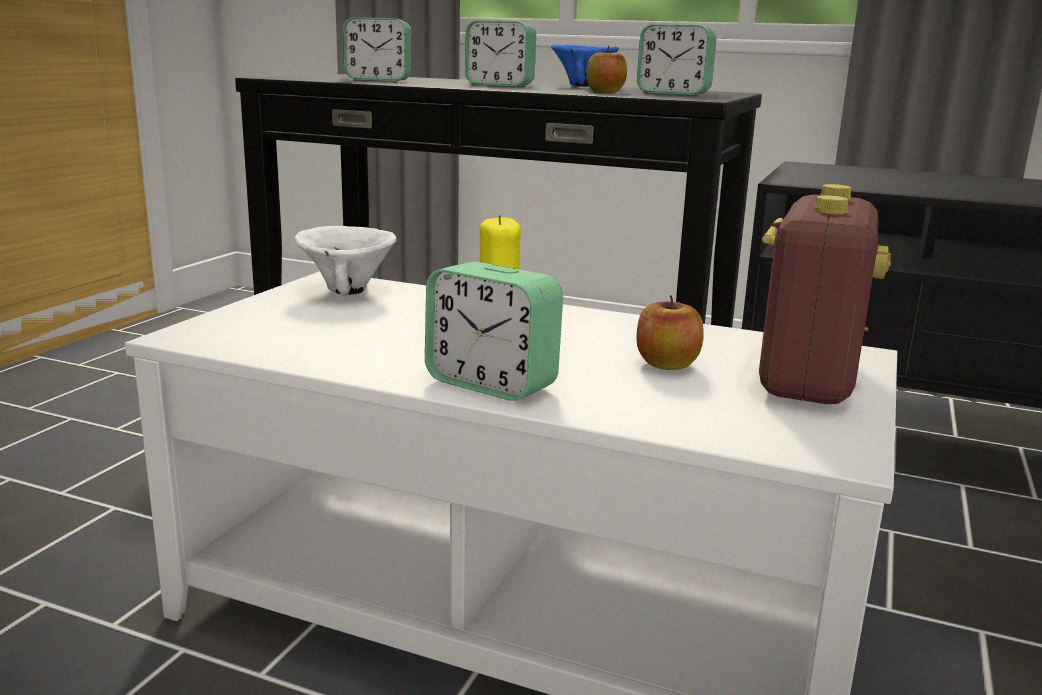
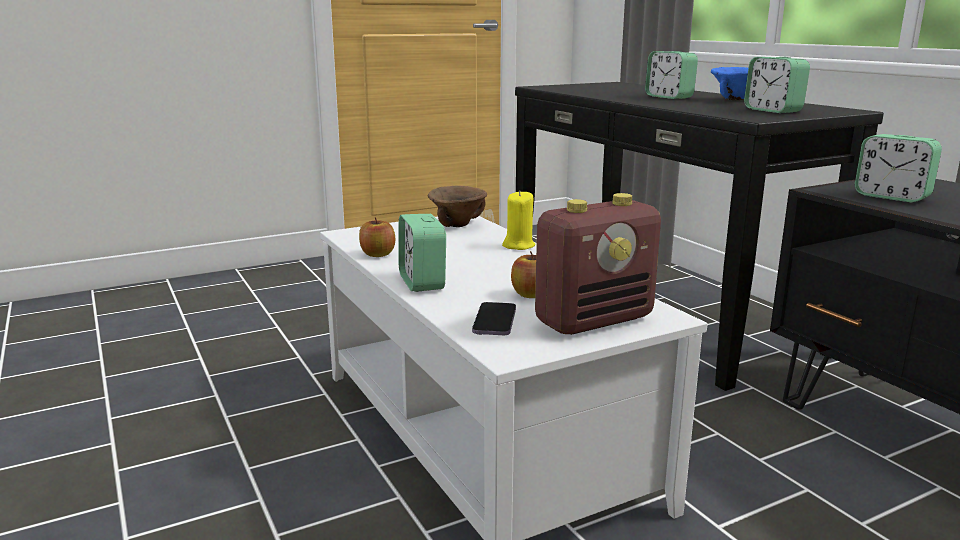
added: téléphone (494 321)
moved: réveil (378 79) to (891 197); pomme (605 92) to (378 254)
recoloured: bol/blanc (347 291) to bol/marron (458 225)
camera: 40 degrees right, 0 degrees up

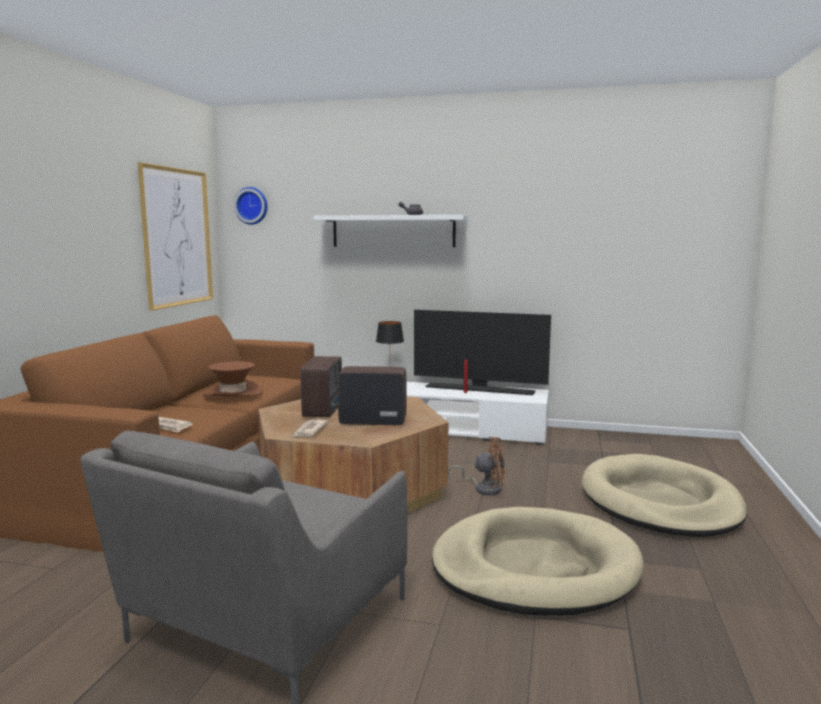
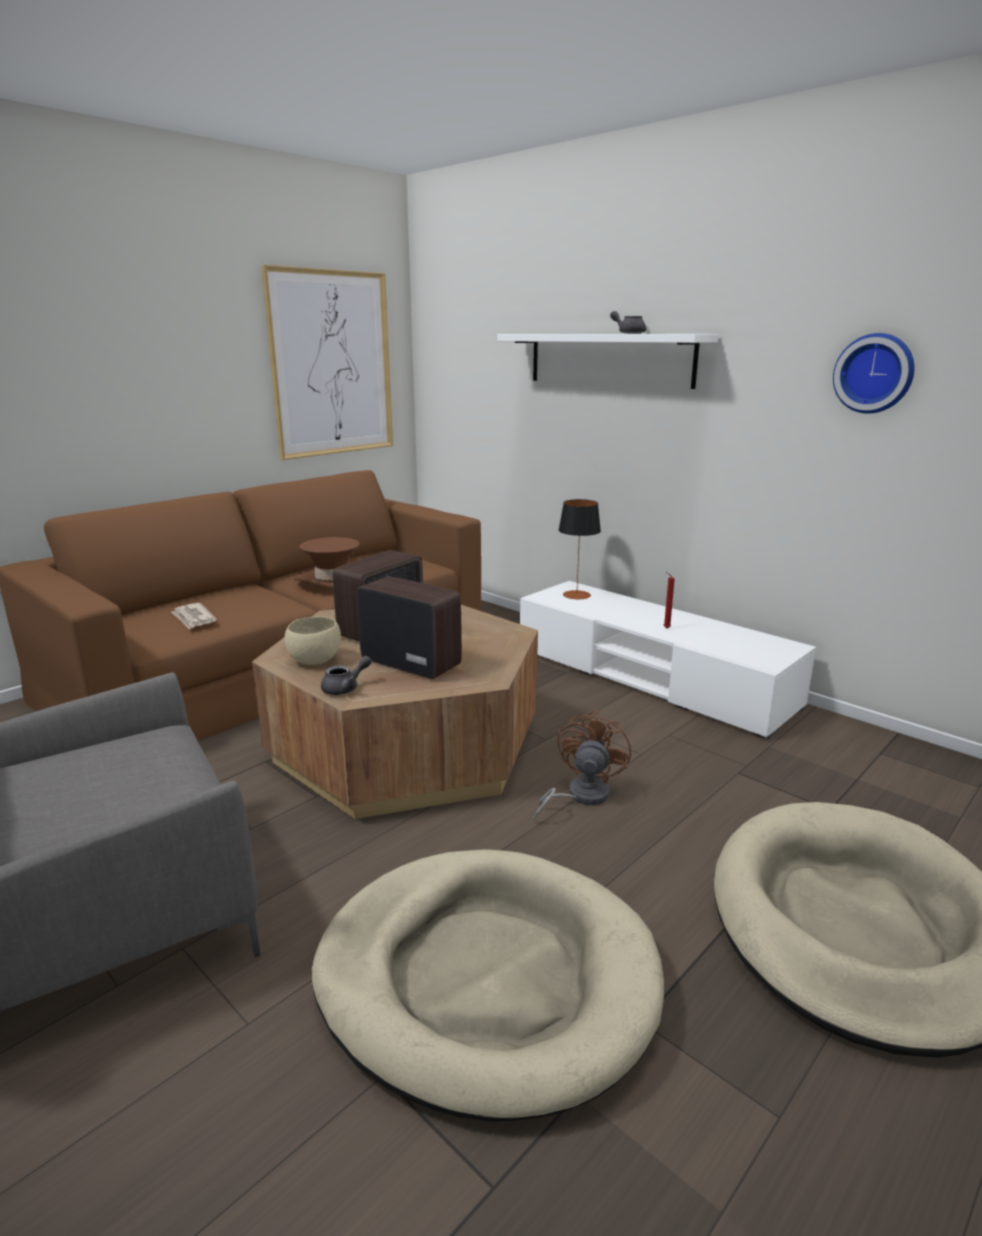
removed: téléviseur (480 389)
added: théière/gris (345 688)
moved: horloge murale (252 206) to (874 373)
replaced: journal (309 430) to bol/beige (315 661)
turned: ventilateur/marron (484 488) = (580 796) 105 degrees counterclockwise
camera: 30 degrees right, 10 degrees up

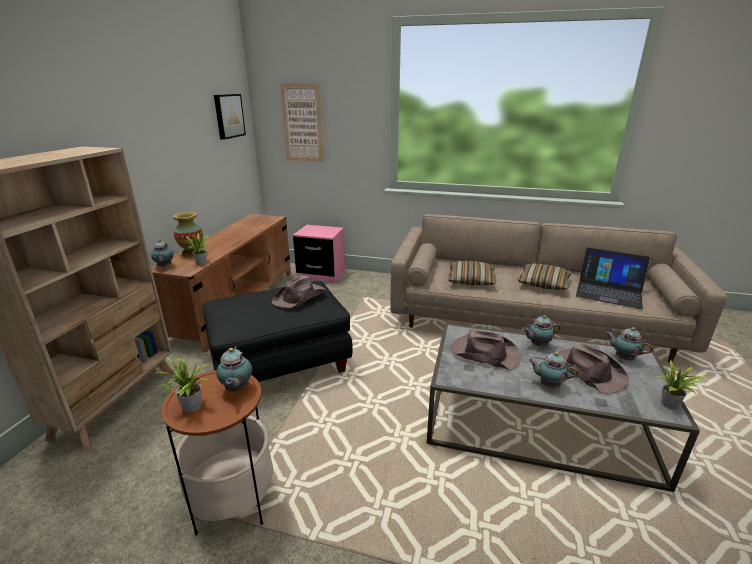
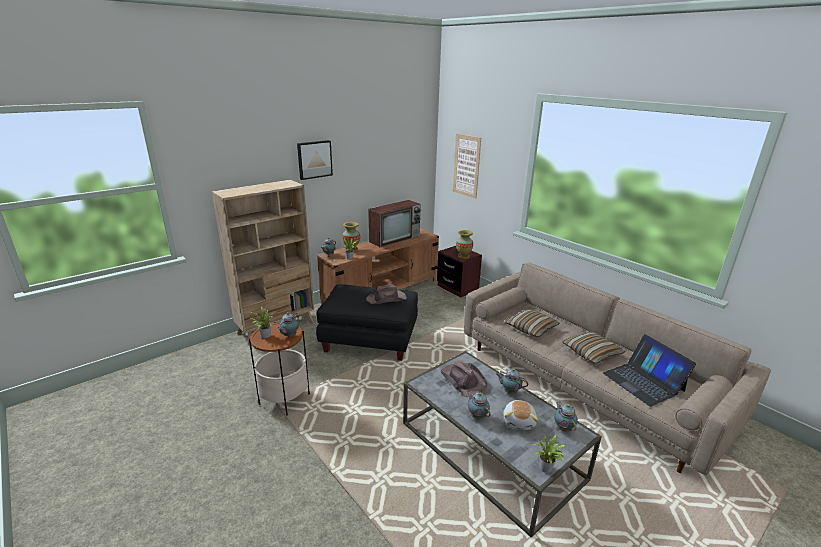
added: téléviseur (395 238); vase (463 256)
moved: tableau (228 116) to (314 159)
replaced: chapeau/marron (587 370) to peluche (519 422)
recoloured: table de chevet/rose (321 274) to table de chevet/marron (457 288)
camera: 35 degrees right, 0 degrees up

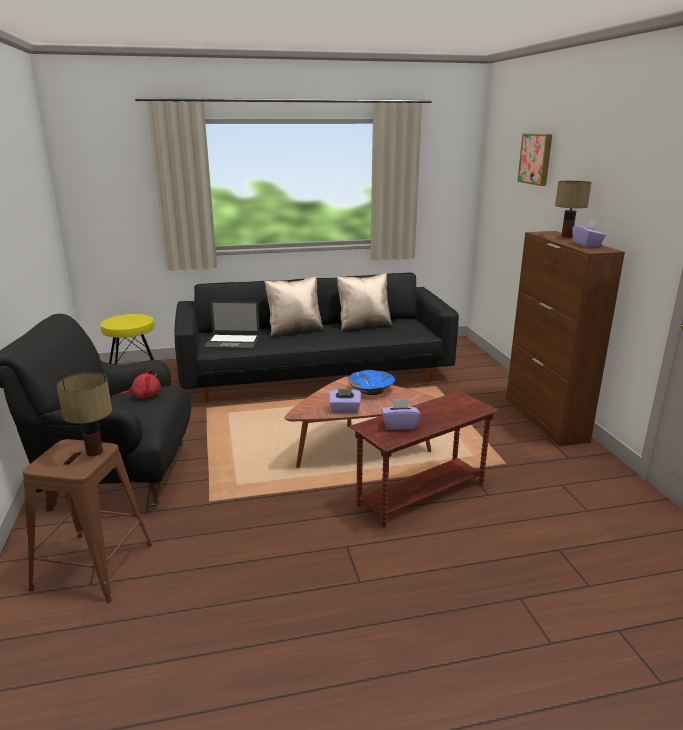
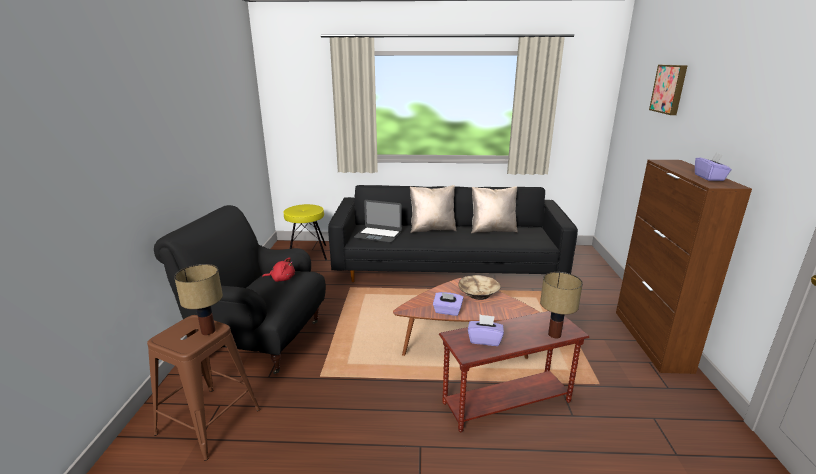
moved: lampe de table (567 236) to (555 335)
recoloured: bol/bleu (371 389) to bol/beige (478 294)
camera: 15 degrees right, 0 degrees up

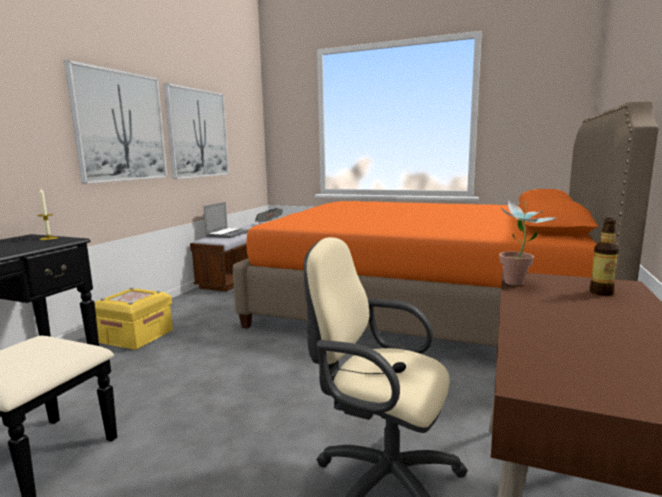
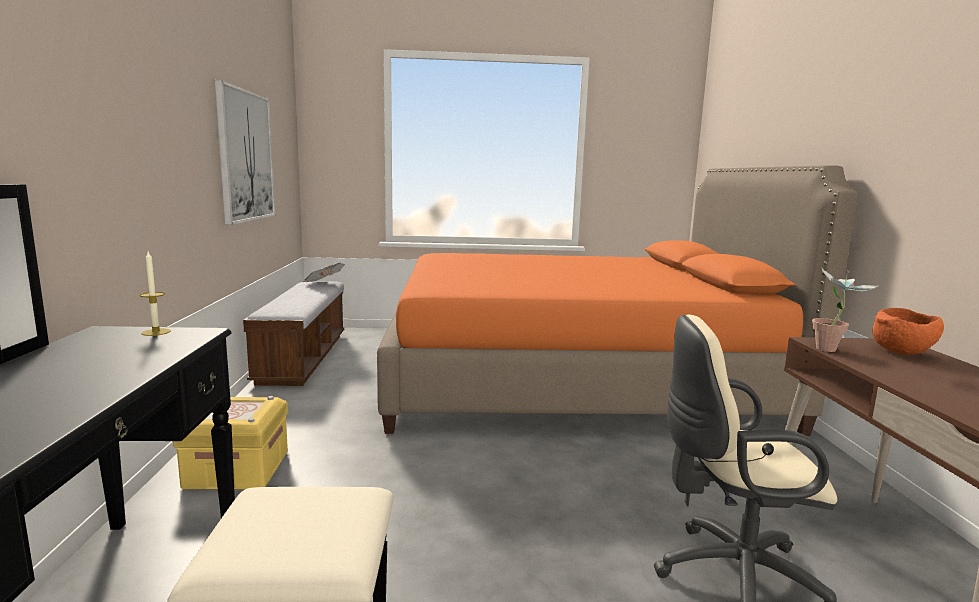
removed: tableau (120 126); ordinateur portable (228 234)
replaced: bouteille (601 292) to bol/orange (902 352)
camera: 25 degrees left, 0 degrees up

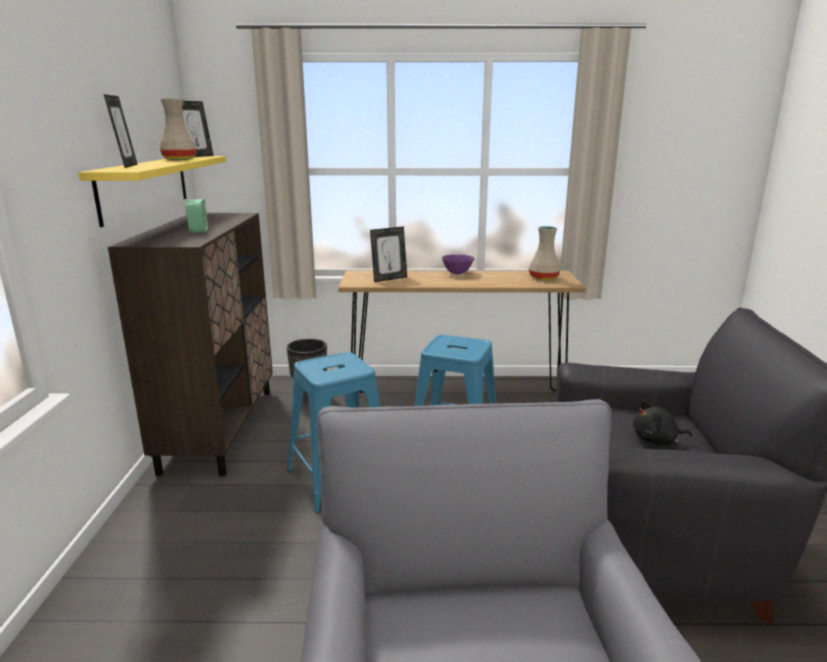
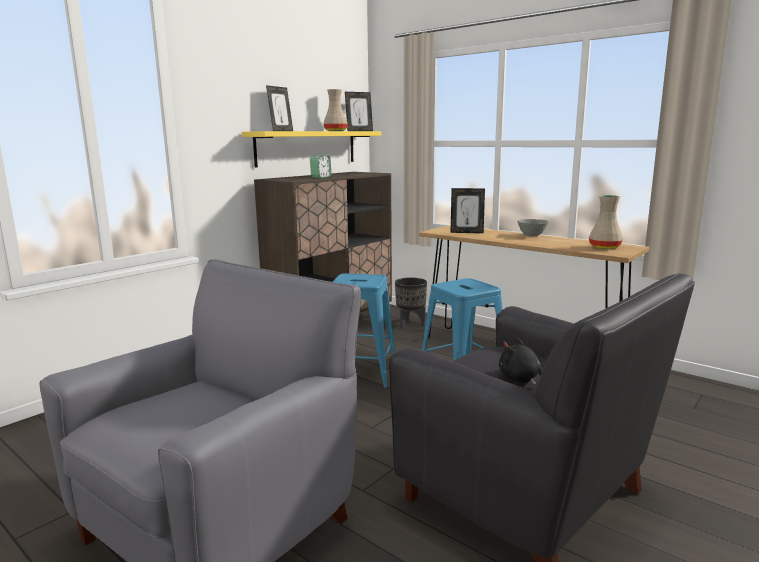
recoloured: bol/violet (458 273) to bol/gris (532 236)
camera: 40 degrees right, 5 degrees down

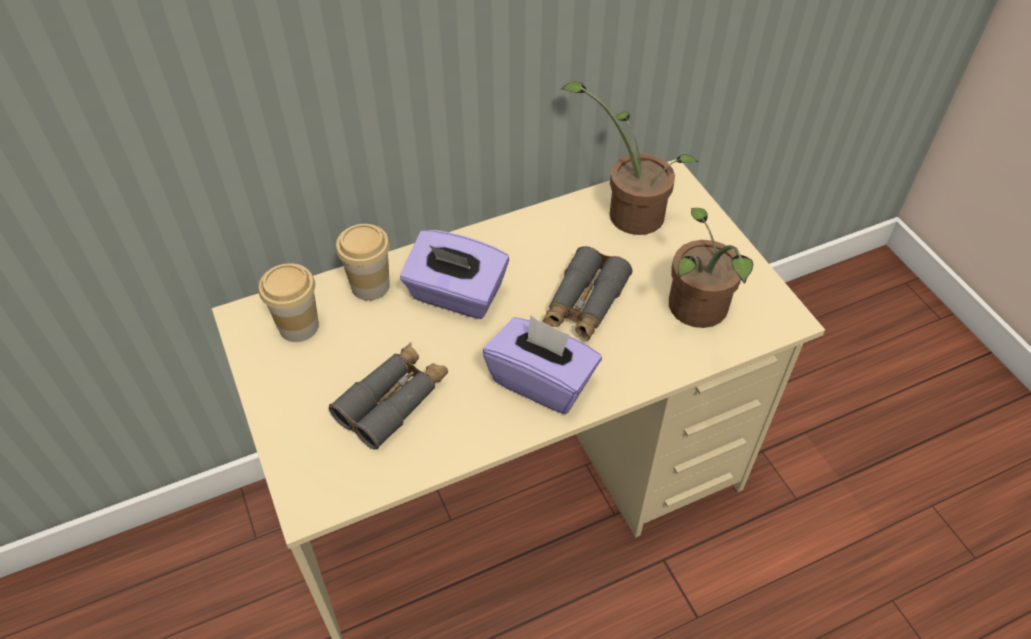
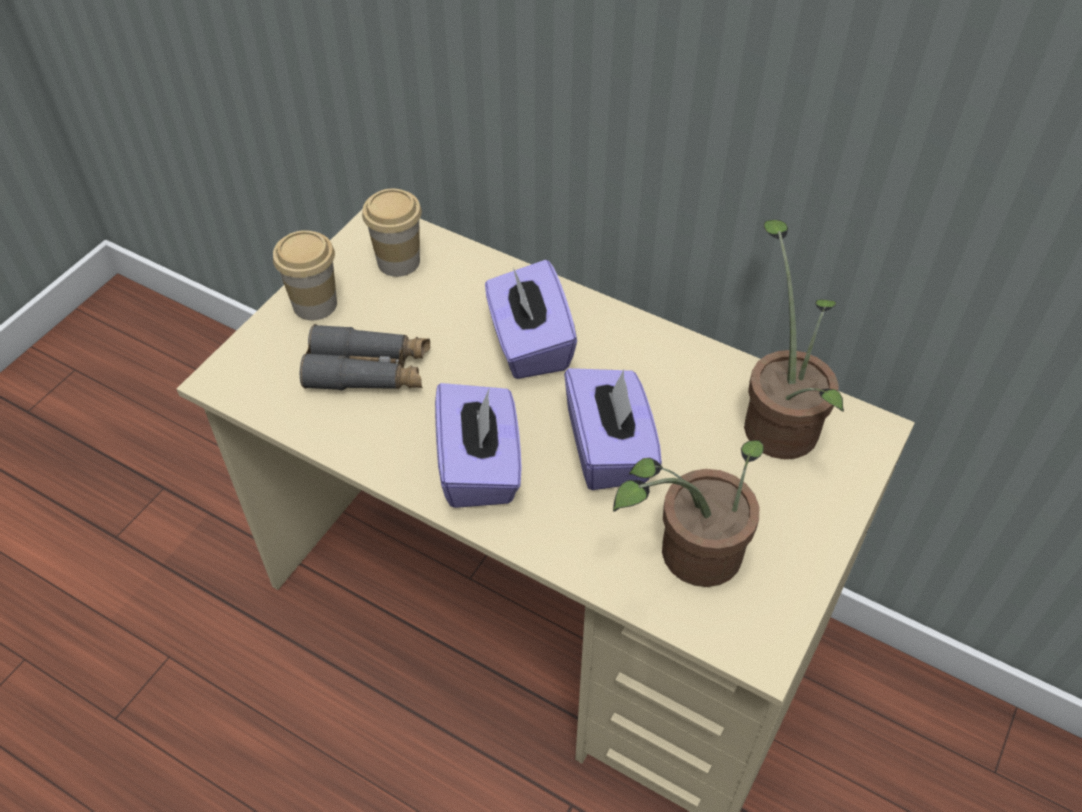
moved: tasse (370 286) to (315 304)
replaced: jumelles/gris (584 304) to boîte à mouchoirs/violet (609 450)
camera: 55 degrees right, 0 degrees up

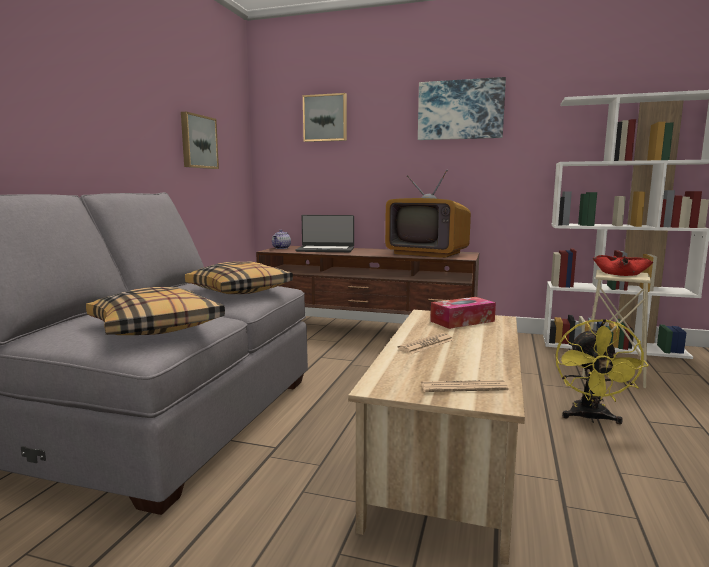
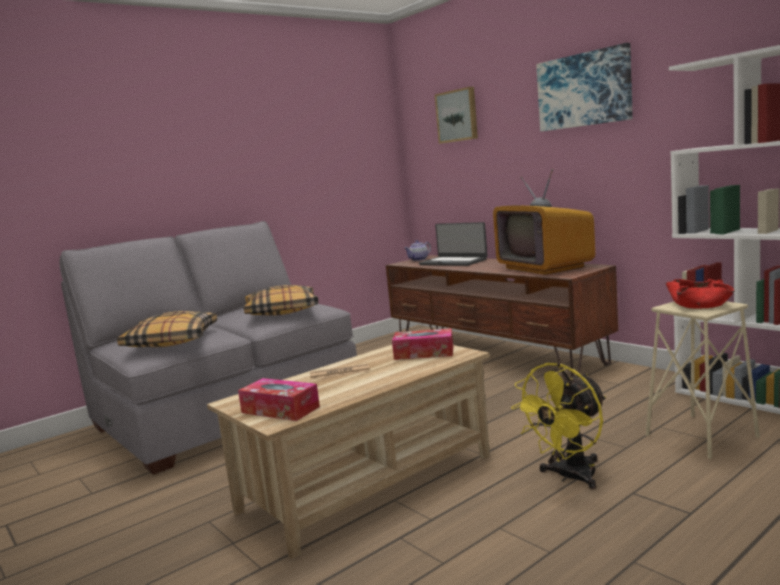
removed: tableau (198 142)
replaced: journal (463 387) to boîte à mouchoirs (280 410)
camera: 35 degrees right, 0 degrees up

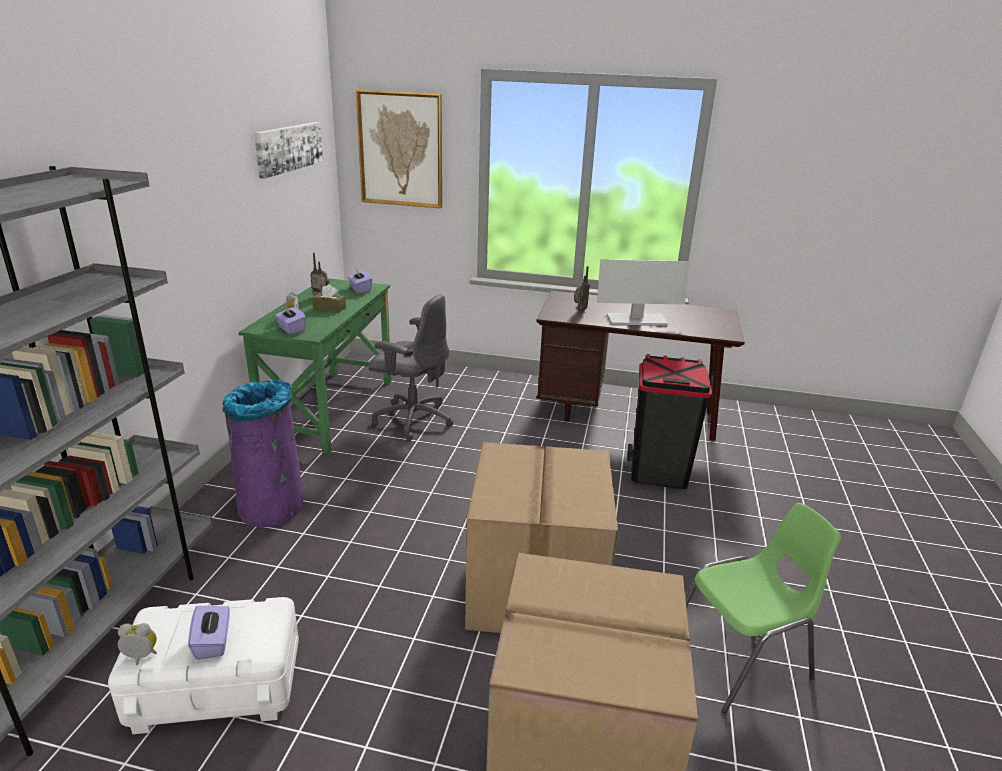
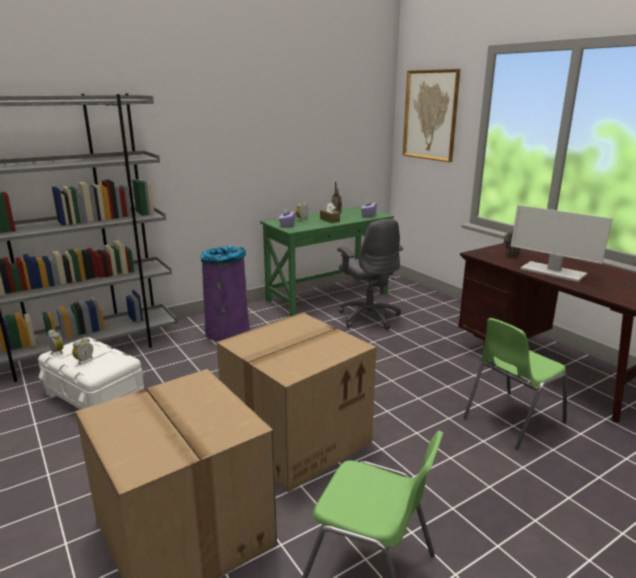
removed: tableau (288 148)
replaced: boîte à mouchoirs/violet (213 642) to réveil (83 360); poubelle/noir (658 473) to chaise/vert (511 420)
camera: 45 degrees right, 5 degrees down

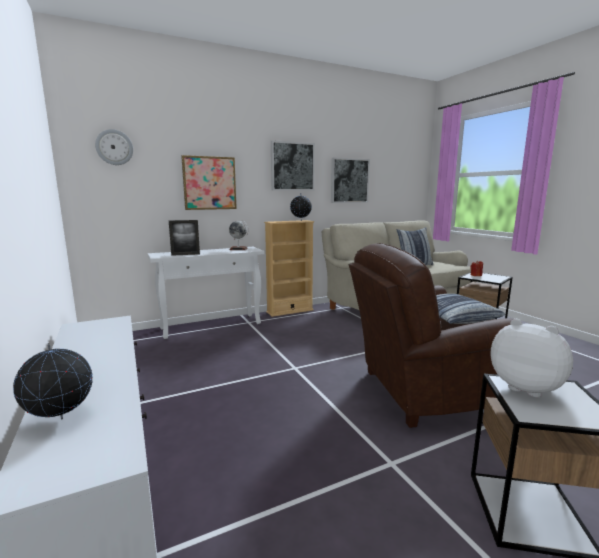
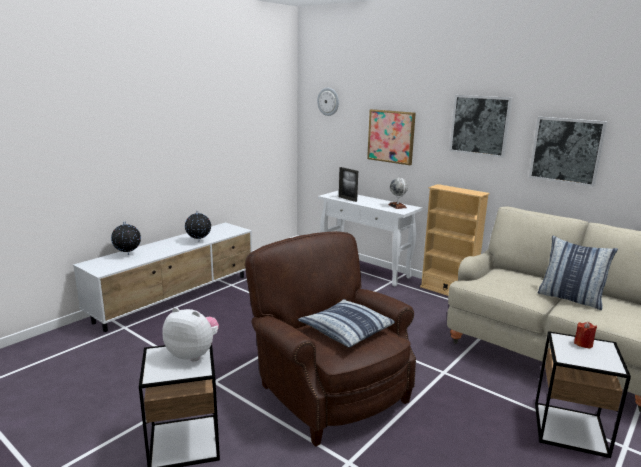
moved: globe (300 220) to (199 241)
turned: peluche (526 387) = (193 354) 90 degrees counterclockwise
camera: 65 degrees right, 5 degrees up

